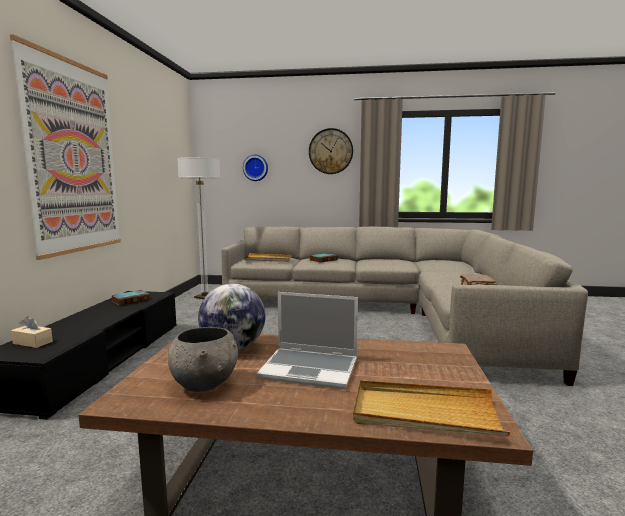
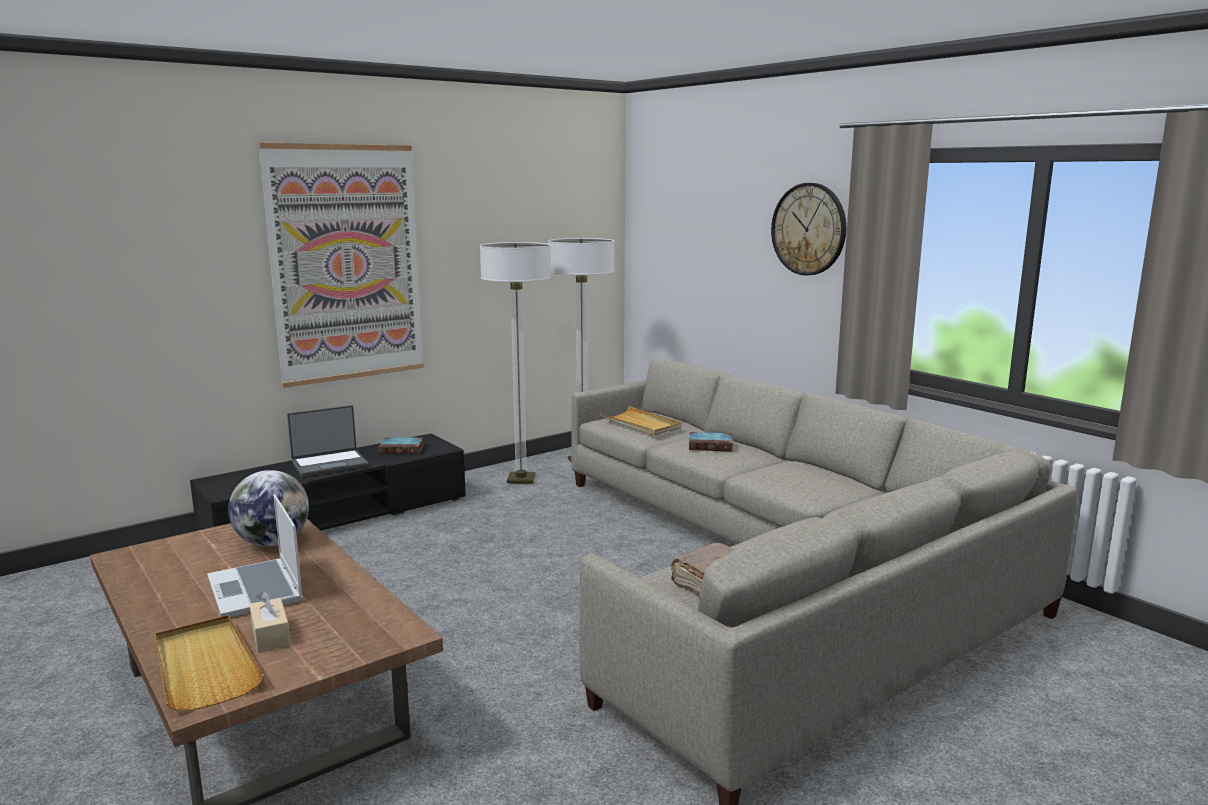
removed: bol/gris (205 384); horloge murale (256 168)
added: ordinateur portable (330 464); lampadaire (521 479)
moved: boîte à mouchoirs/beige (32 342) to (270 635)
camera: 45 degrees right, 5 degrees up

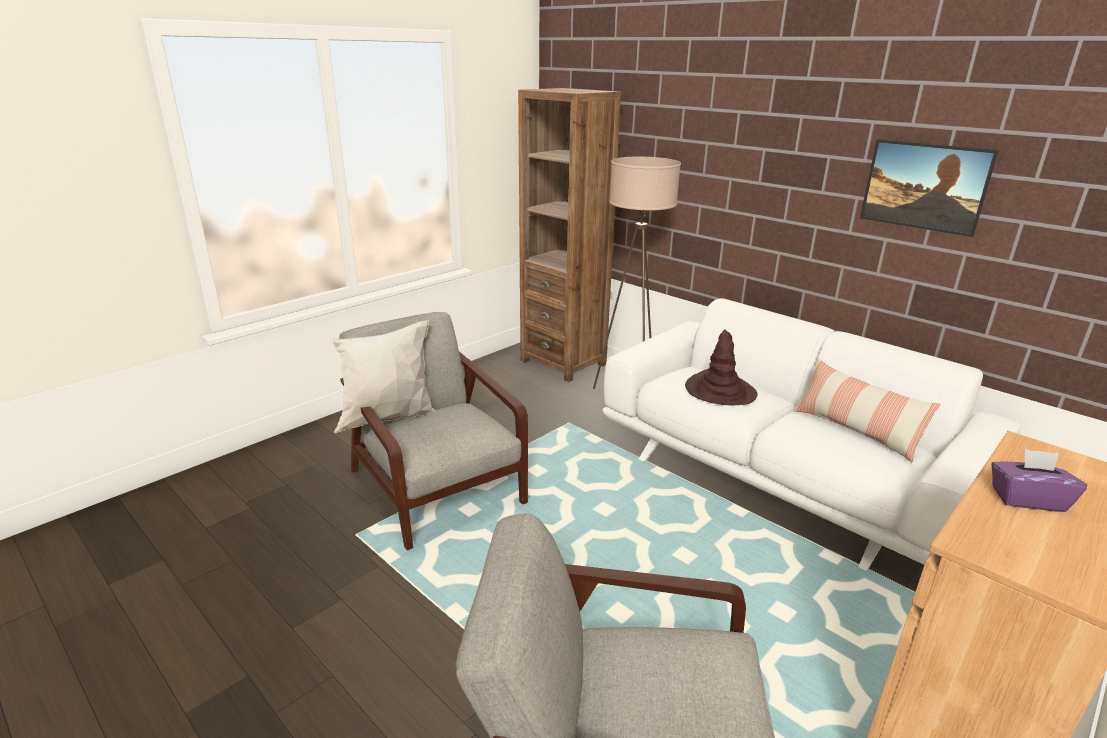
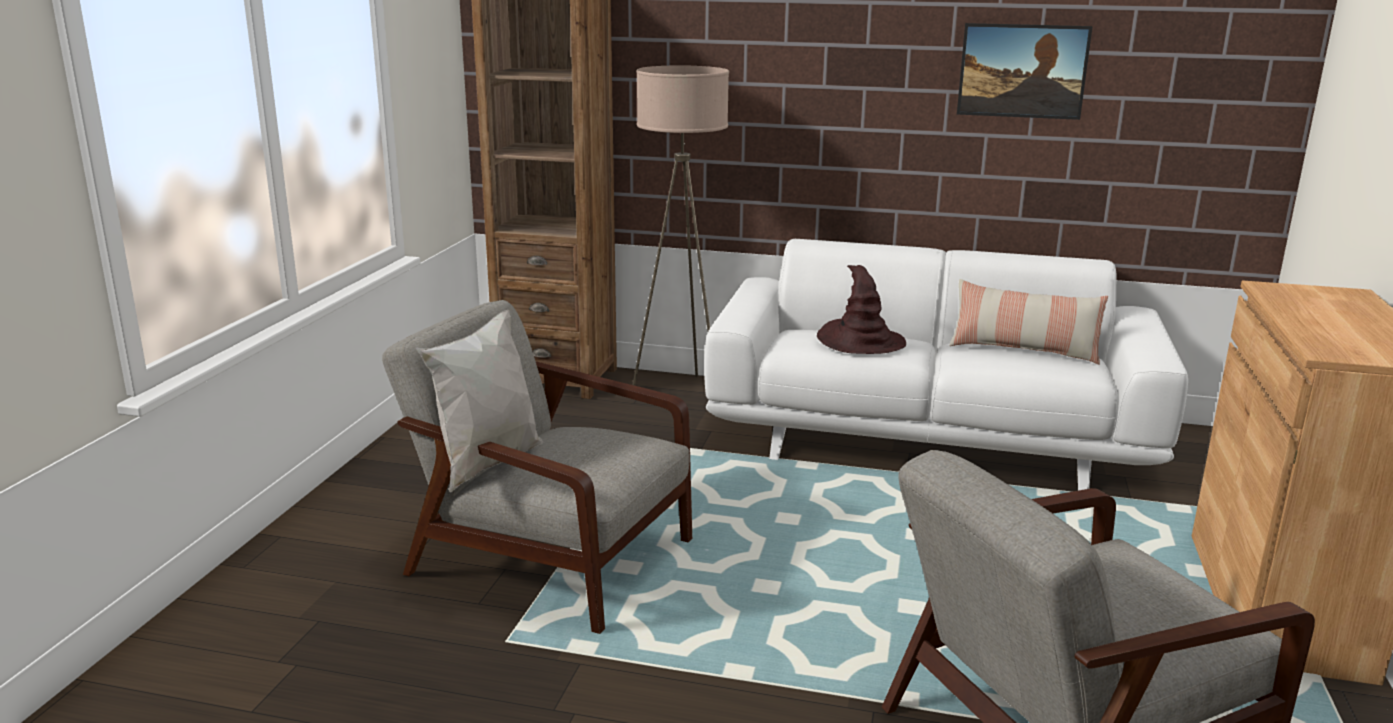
removed: boîte à mouchoirs/violet (1027 499)
camera: 30 degrees left, 5 degrees down

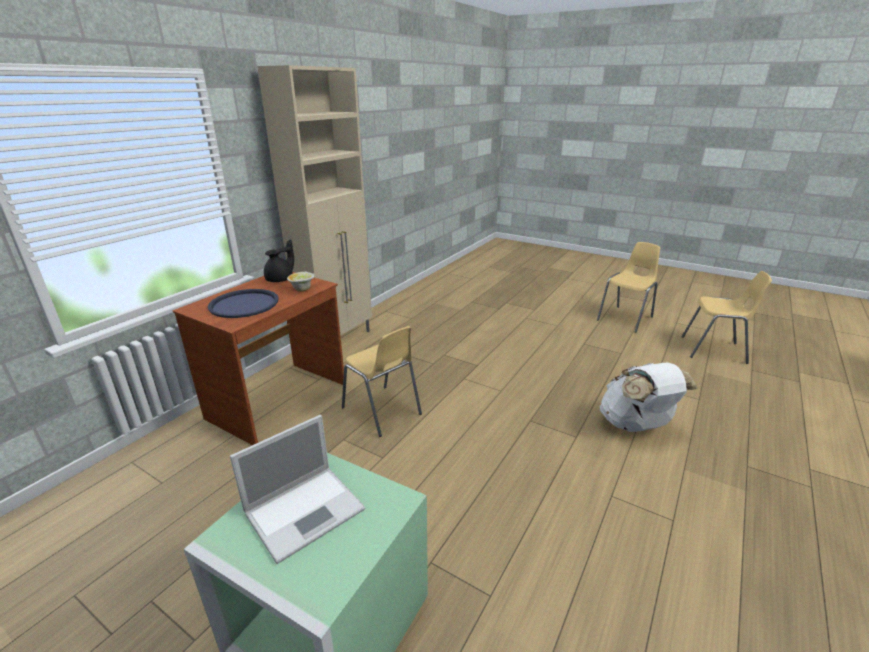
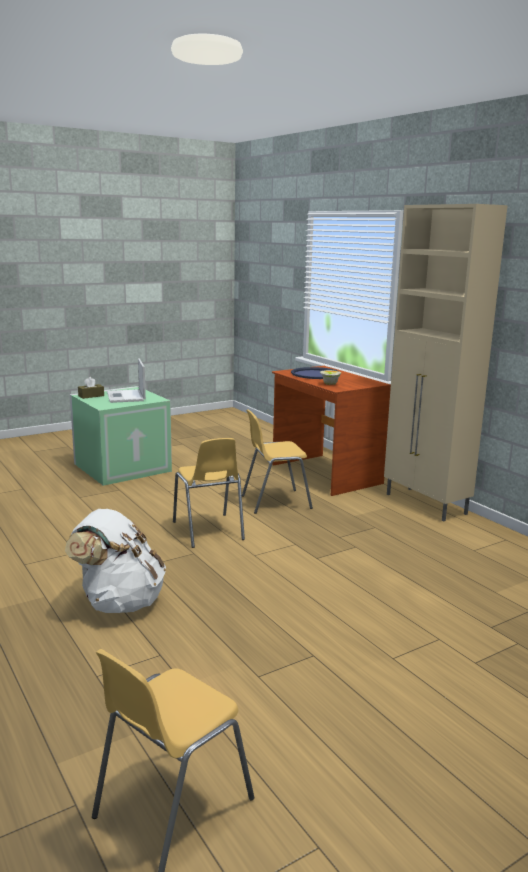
removed: théière/noir (281 279)
added: boîte à mouchoirs/marron (91 396)
moved: chaise/jaune (626 319) to (208 531)
camera: 115 degrees right, 10 degrees down

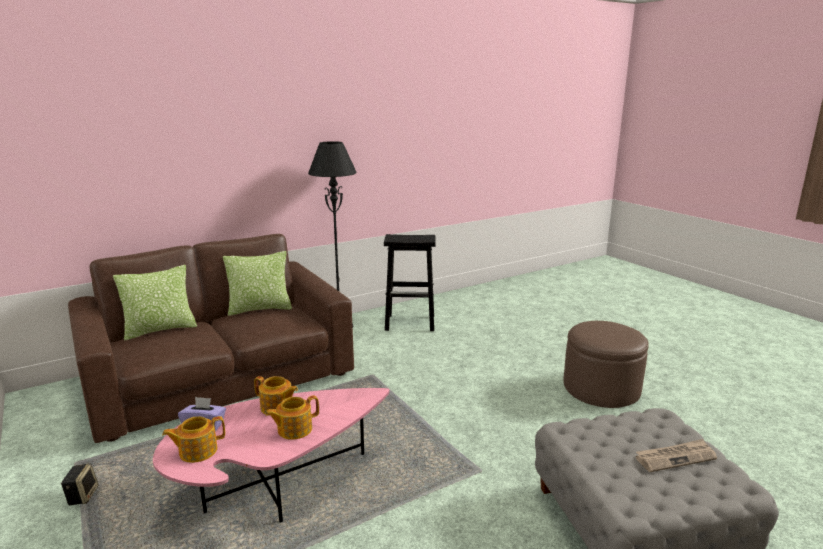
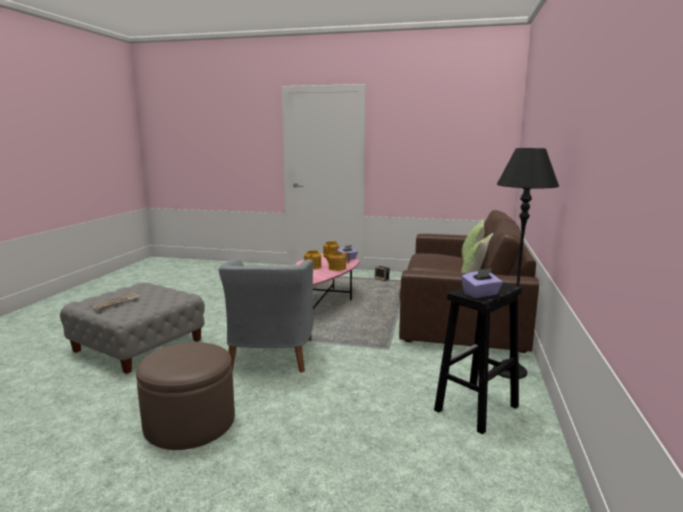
added: fauteuil/gris (270 356); boîte à mouchoirs/violet (481 294)
camera: 135 degrees right, 5 degrees down

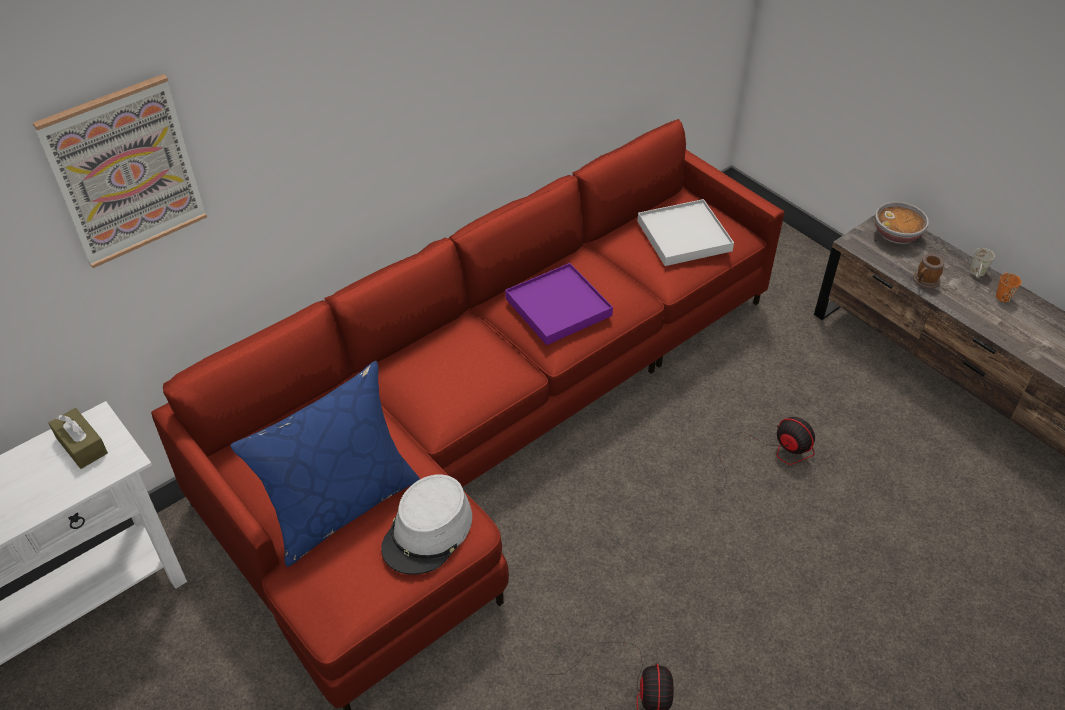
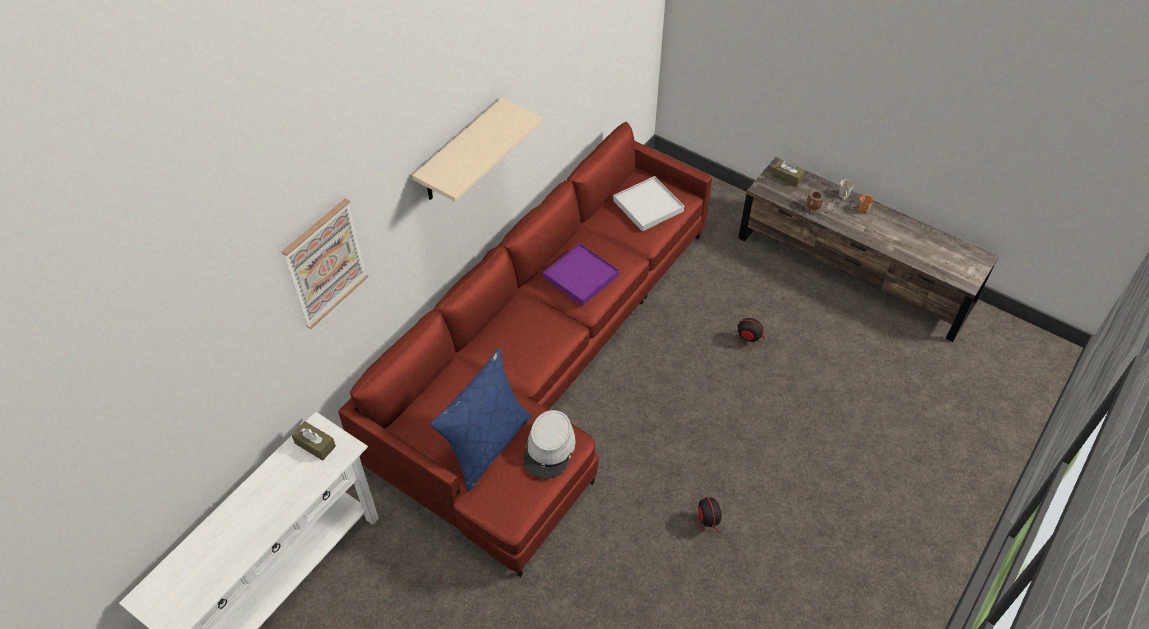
added: étagère/beige (460 152)
replaced: bol (897 235) to boîte à mouchoirs/marron (787 177)
camera: 15 degrees left, 5 degrees up

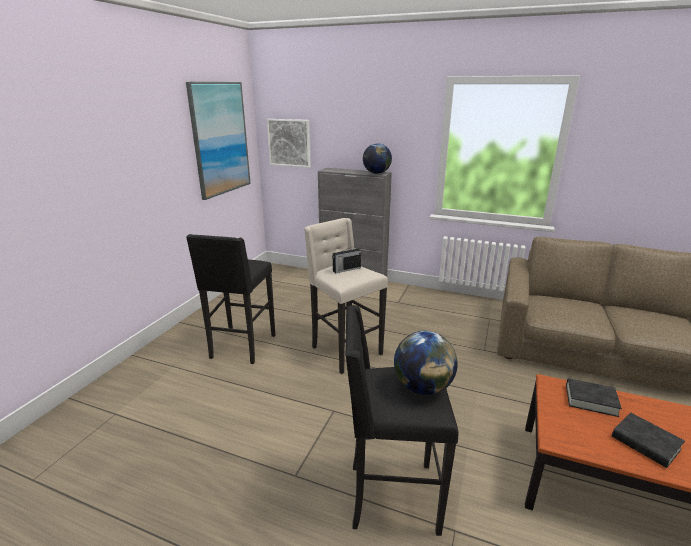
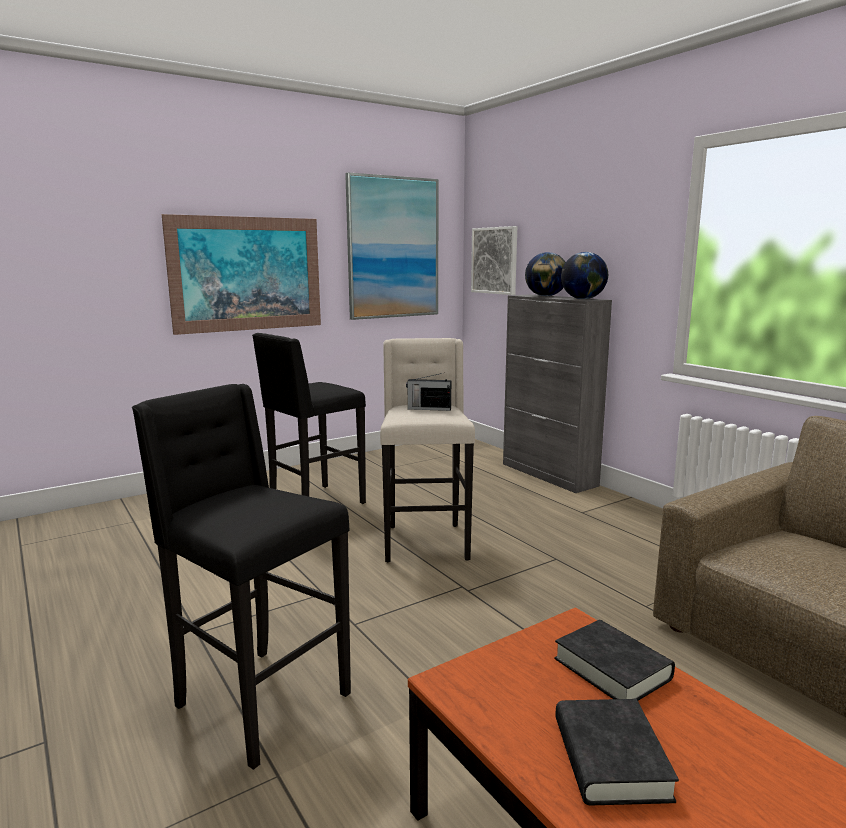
added: tableau (247 274)
moved: globe (423 387) to (545 296)
camera: 35 degrees right, 10 degrees down

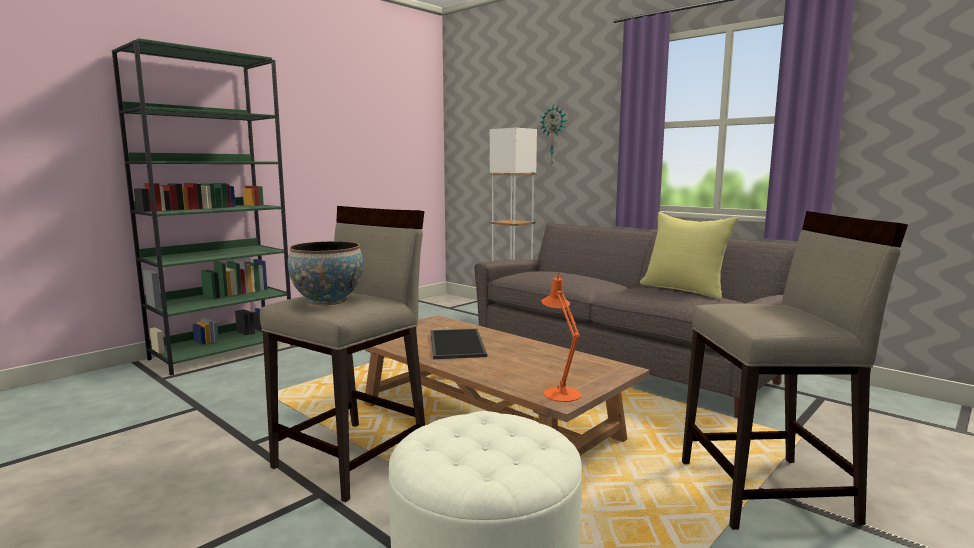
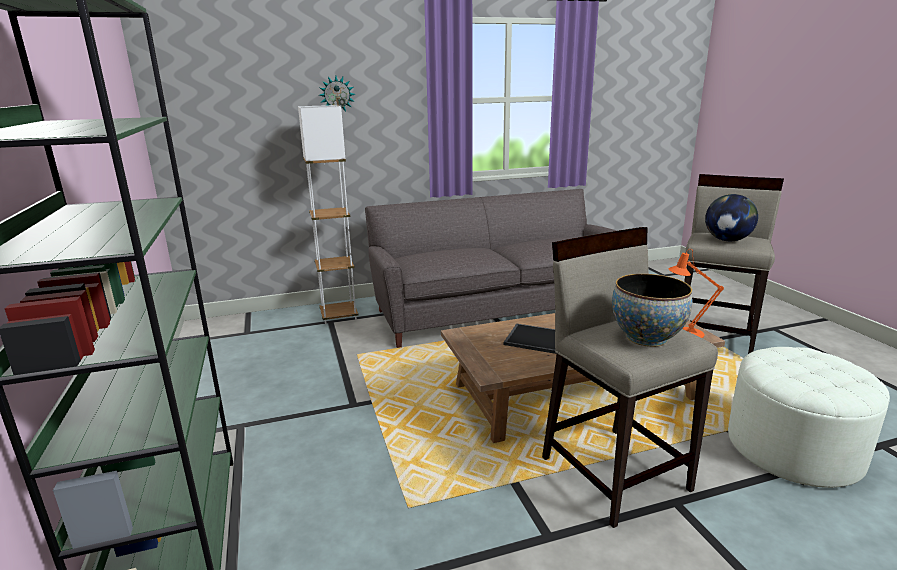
removed: coussin/jaune (684 290)
added: globe (727 240)
camera: 60 degrees left, 10 degrees up

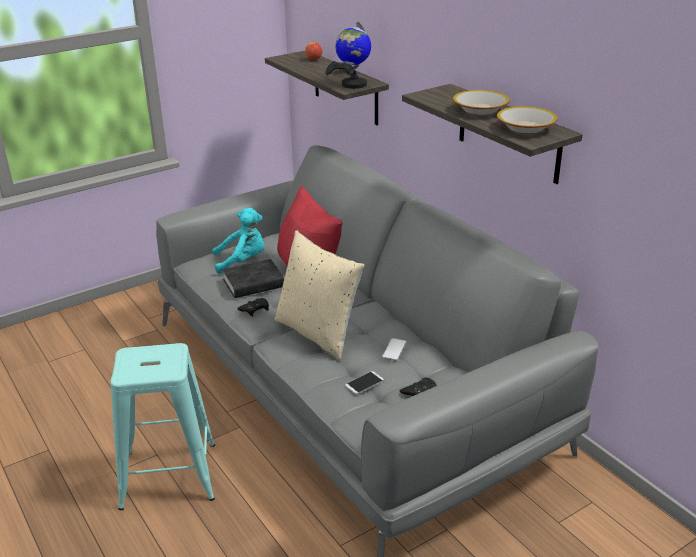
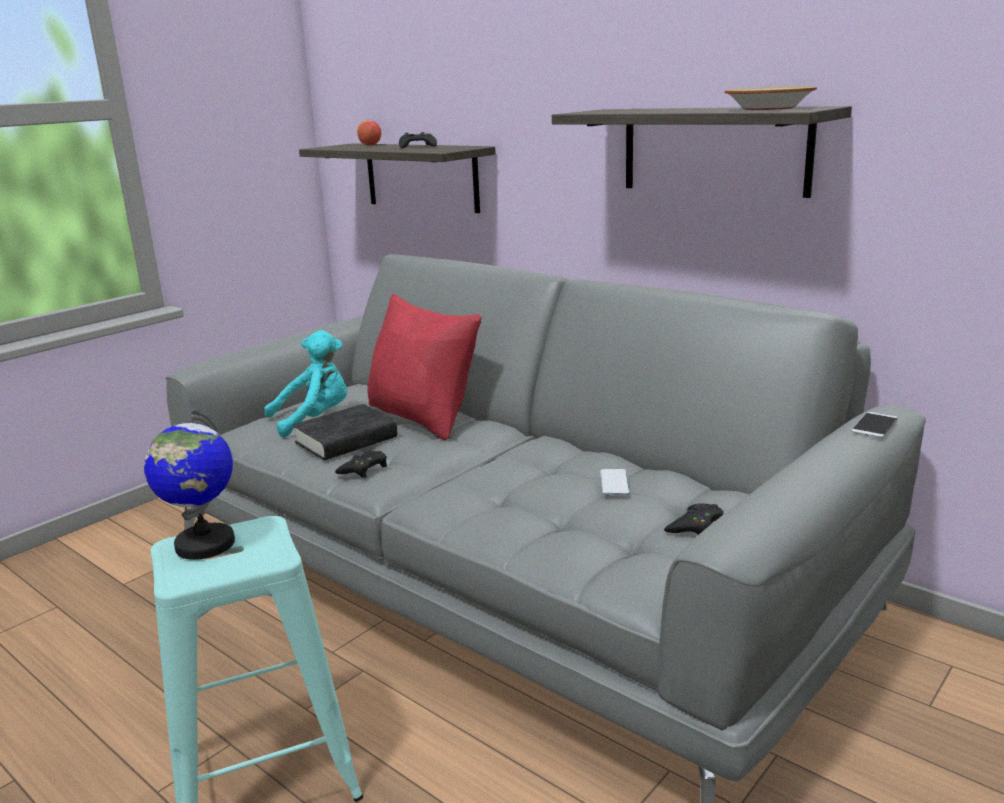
removed: coussin/beige (318 333); bol (480 110)
moved: globe (353 84) to (204 544); téléphone (364 383) to (874 426)
camera: 15 degrees left, 10 degrees down

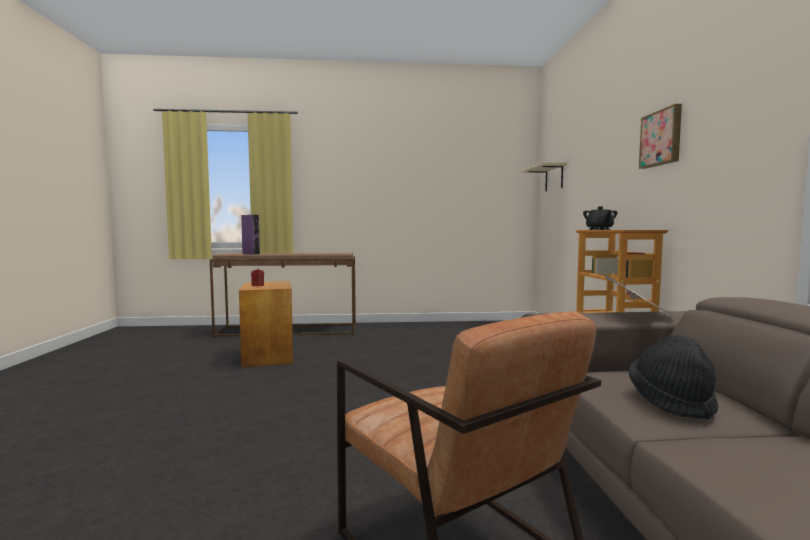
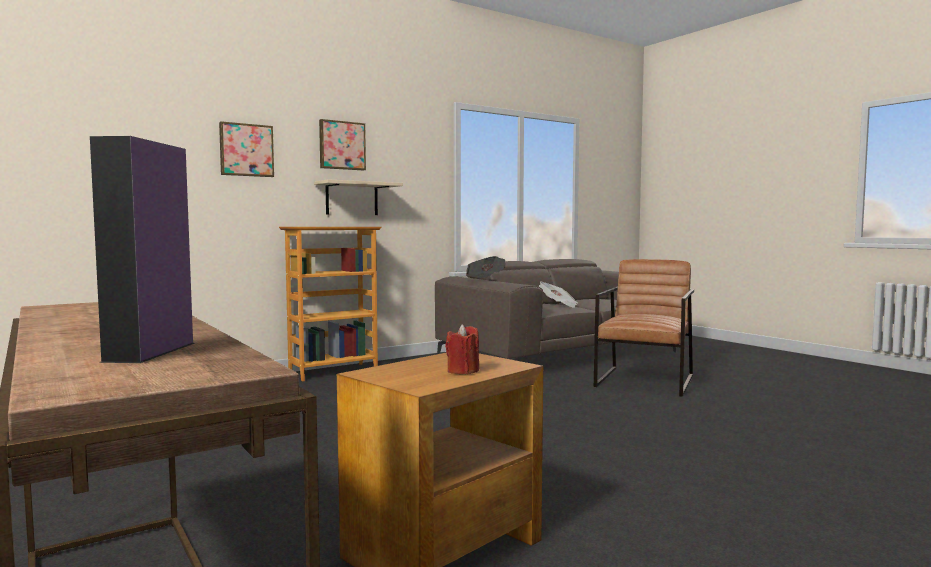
removed: théière/noir (599 229)
added: tableau (246 150)
moved: étagère/beige (554 178) to (352 199)
replaced: chapeau/noir (671 402) to journal (558 305)
camera: 120 degrees left, 0 degrees up

